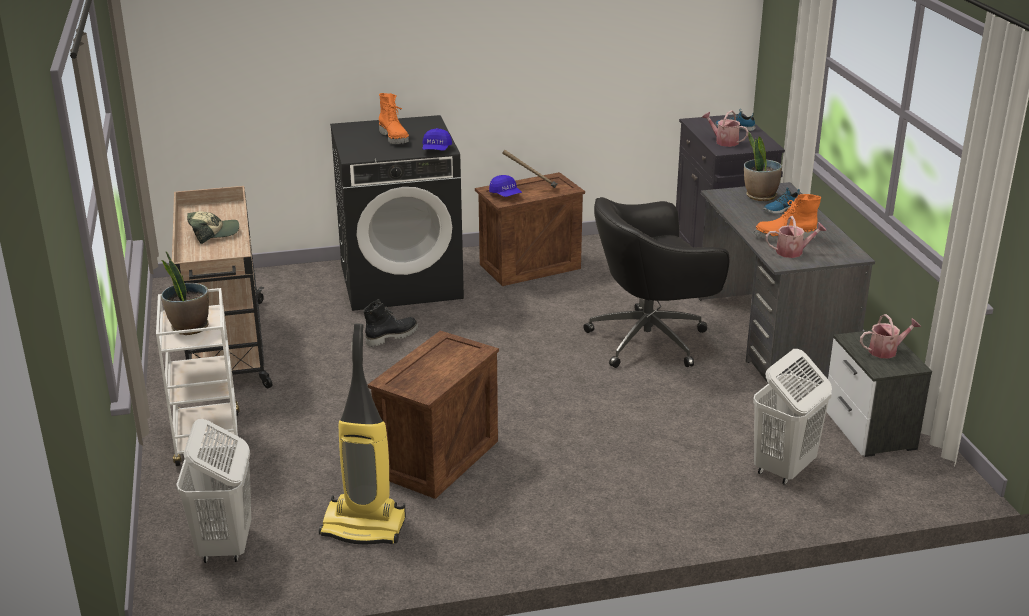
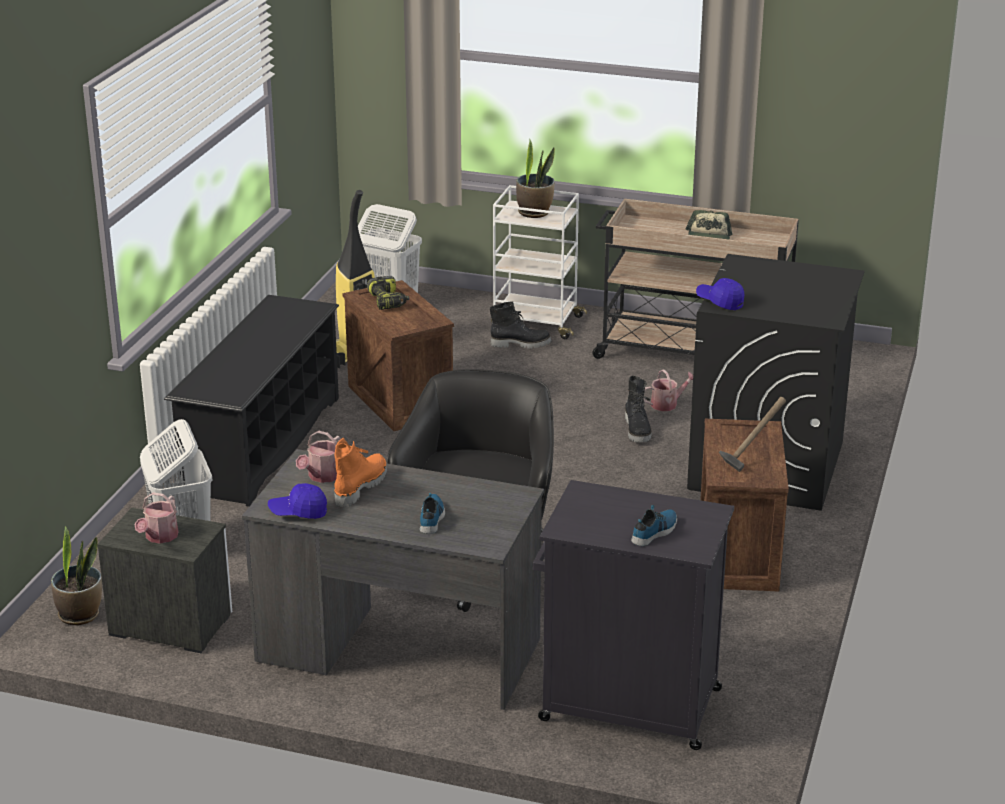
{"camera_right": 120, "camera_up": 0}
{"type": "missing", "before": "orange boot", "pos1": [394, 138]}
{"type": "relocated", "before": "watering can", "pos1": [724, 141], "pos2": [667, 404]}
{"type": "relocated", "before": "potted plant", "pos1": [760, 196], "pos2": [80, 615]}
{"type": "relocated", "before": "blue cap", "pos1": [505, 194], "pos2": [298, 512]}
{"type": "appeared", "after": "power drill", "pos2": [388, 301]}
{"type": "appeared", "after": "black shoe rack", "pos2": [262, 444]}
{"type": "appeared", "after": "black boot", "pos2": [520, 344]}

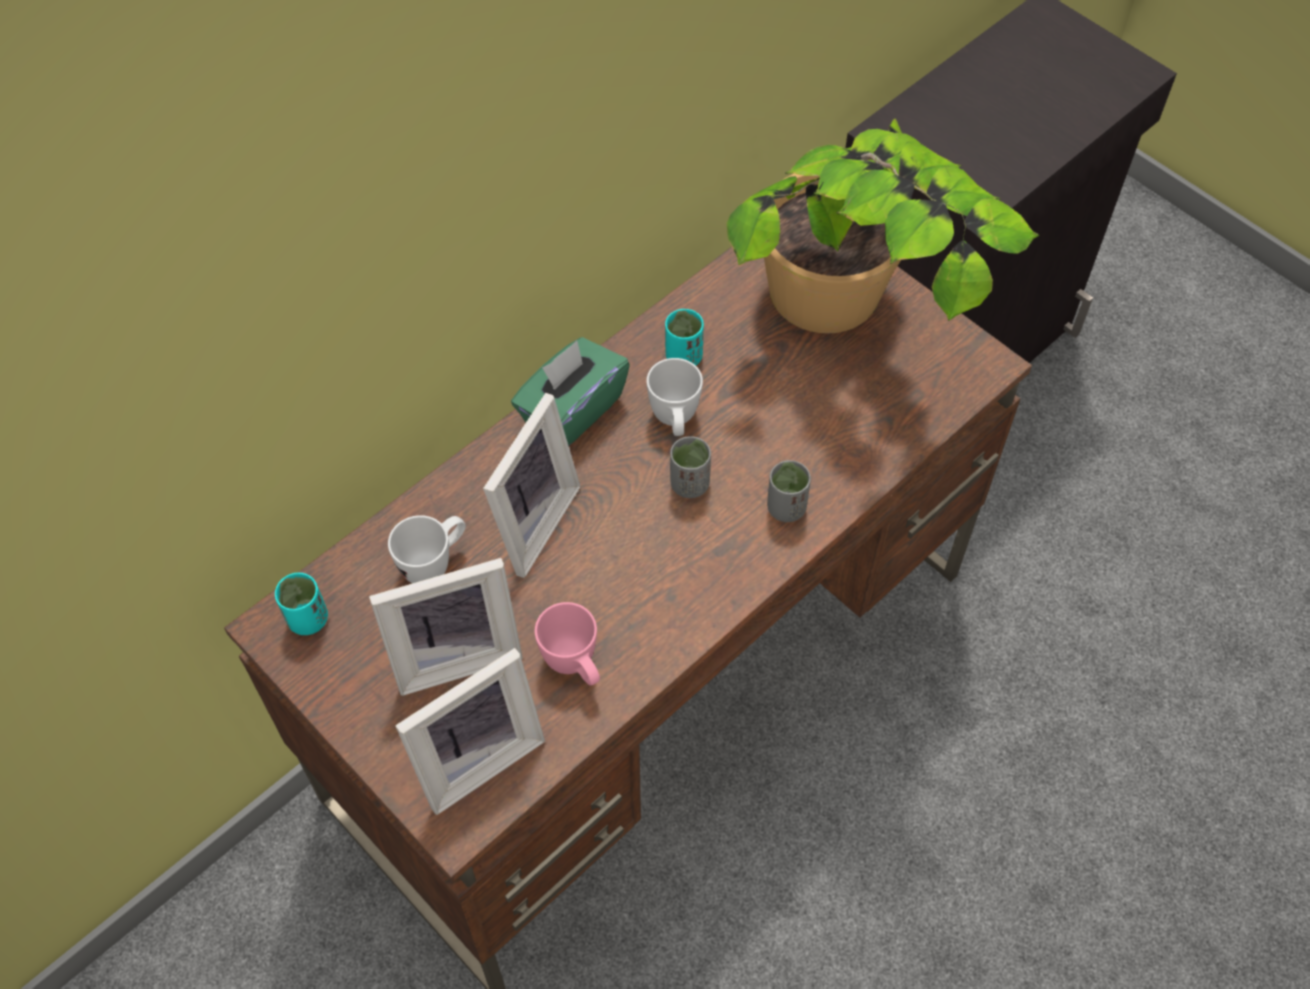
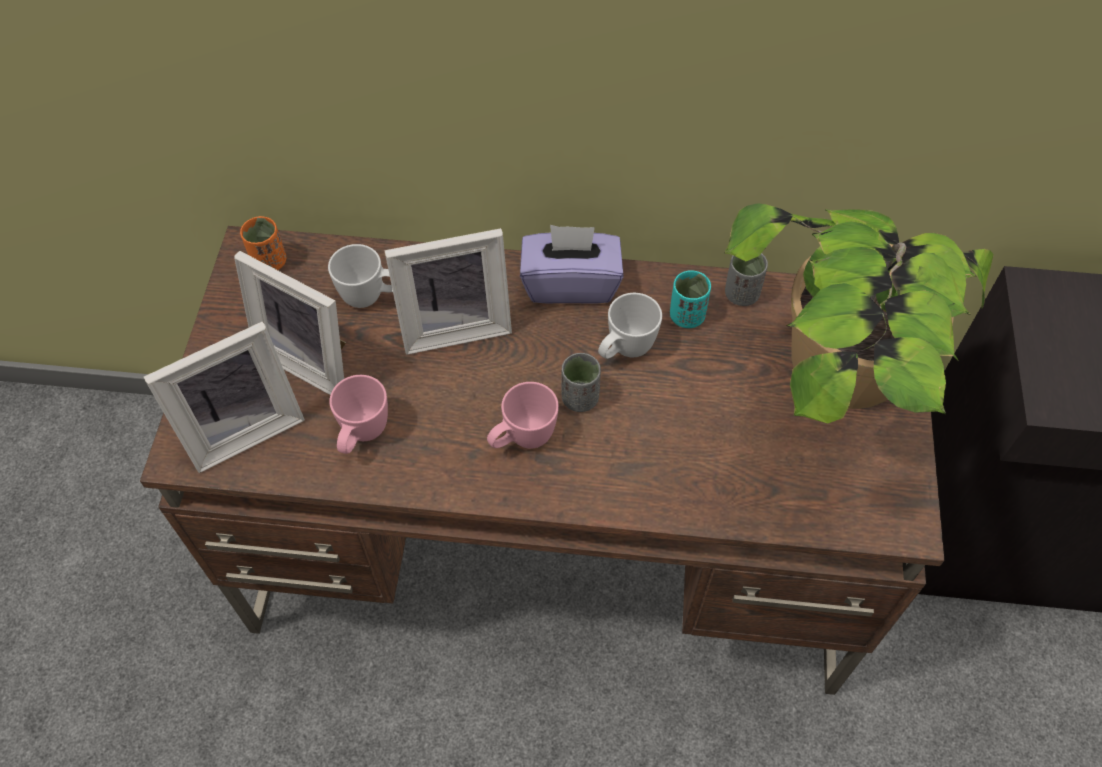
{"camera_right": 50, "camera_up": 0}
{"type": "colour", "before": "green tissue box", "after": "purple tissue box", "pos1": [571, 410], "pos2": [570, 283]}
{"type": "relocated", "before": "grey cup", "pos1": [786, 507], "pos2": [741, 294]}
{"type": "colour", "before": "turquoise cup", "after": "orange cup", "pos1": [308, 619], "pos2": [269, 262]}
{"type": "spun", "before": "picture frame", "pos1": [475, 756], "pos2": [242, 427], "turn": -45}
{"type": "appeared", "after": "pink mug", "pos2": [522, 440]}

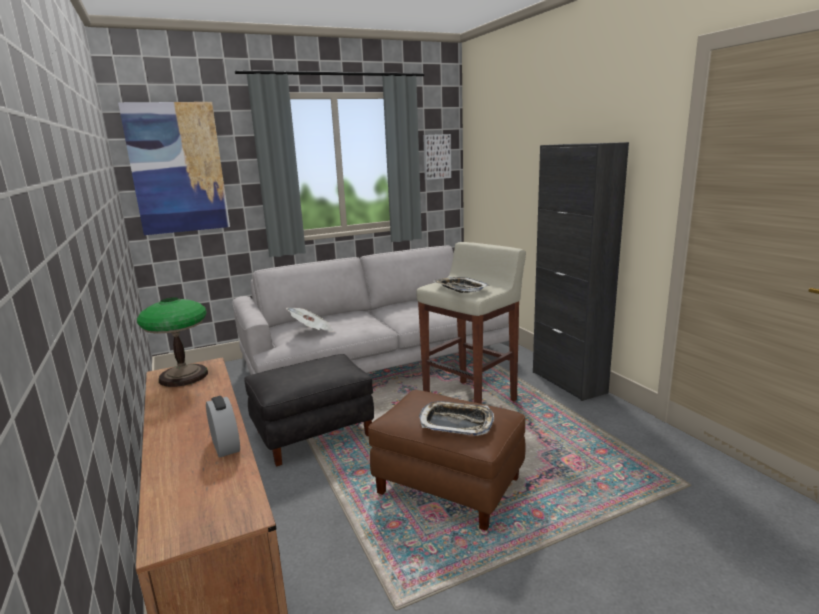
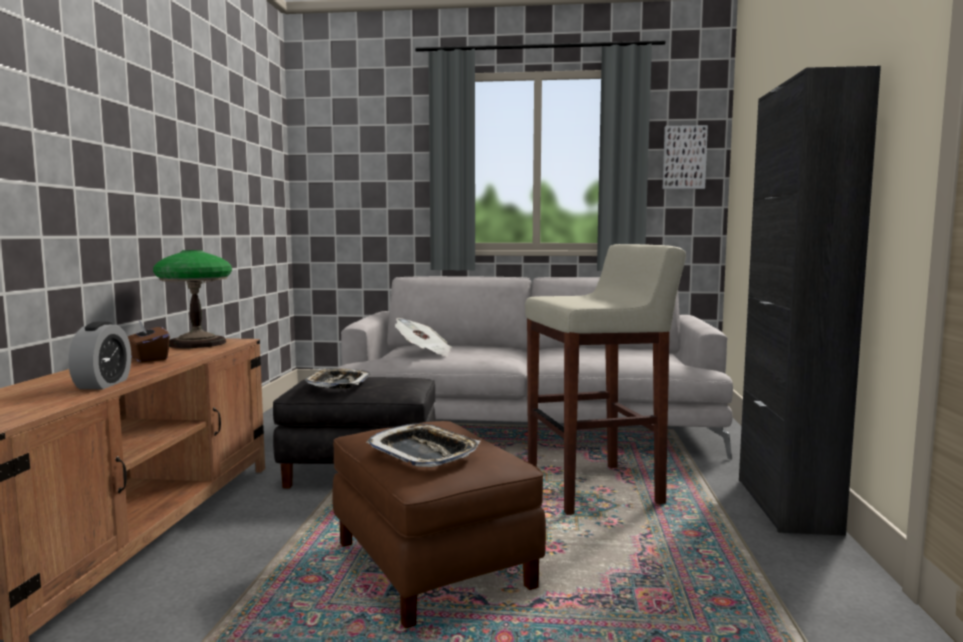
{"camera_right": 30, "camera_up": -10}
{"type": "missing", "before": "picture", "pos1": [177, 168]}
{"type": "relocated", "before": "tray", "pos1": [460, 289], "pos2": [338, 384]}
{"type": "appeared", "after": "brown tissue box", "pos2": [147, 359]}

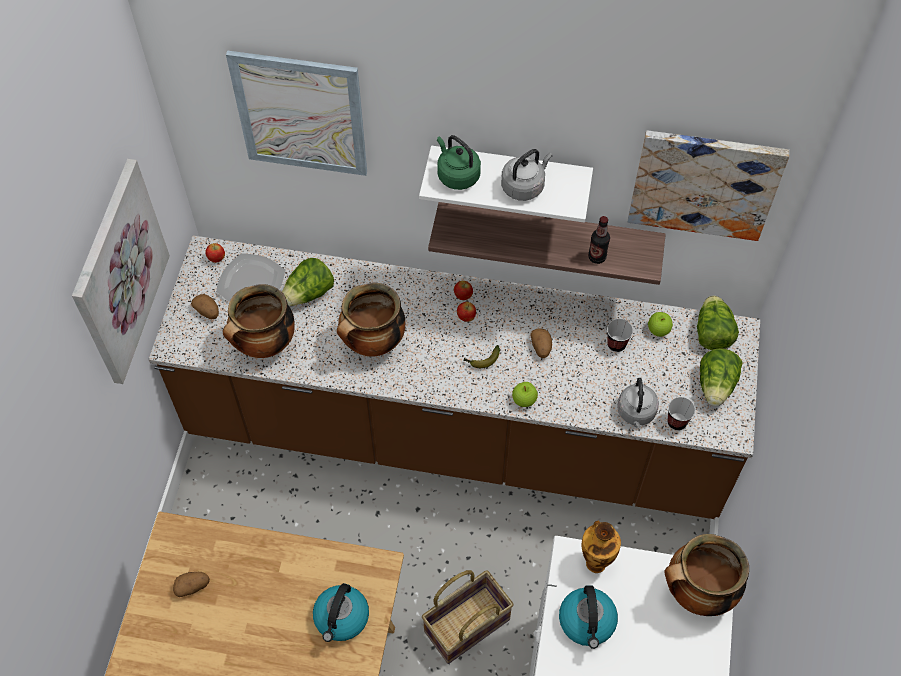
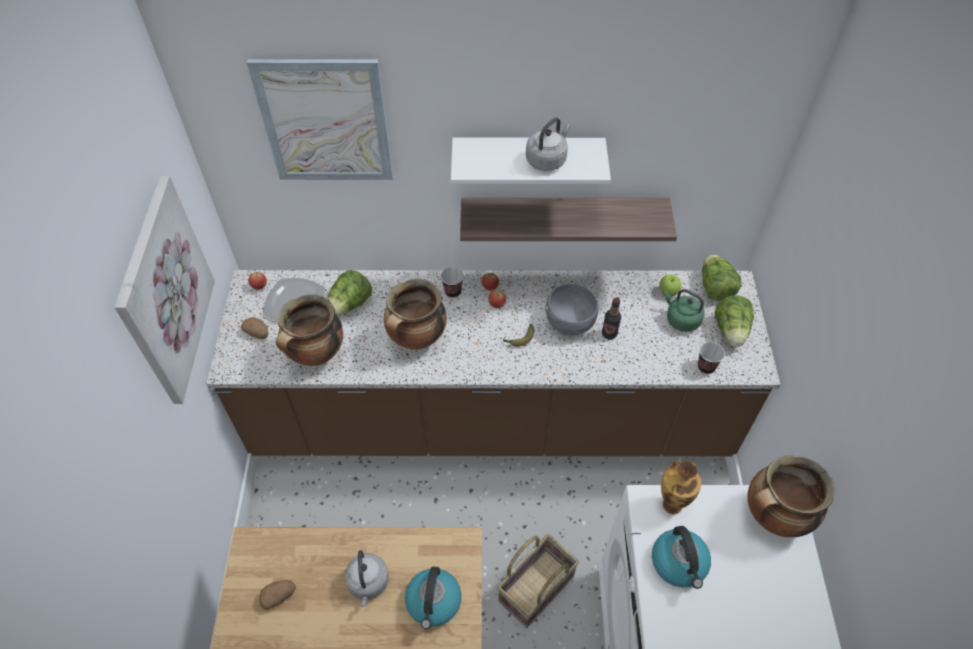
{"camera_right": -10, "camera_up": -5}
{"type": "missing", "before": "picture", "pos1": [704, 183]}
{"type": "relocated", "before": "green kettle", "pos1": [457, 175], "pos2": [681, 319]}
{"type": "relocated", "before": "bottle", "pos1": [597, 257], "pos2": [609, 334]}
{"type": "relocated", "before": "cup", "pos1": [616, 344], "pos2": [453, 291]}
{"type": "exchanged", "before": "potato", "after": "grey bowl", "pos1": [541, 348], "pos2": [569, 321]}
{"type": "relocated", "before": "grey kettle", "pos1": [636, 413], "pos2": [368, 583]}
{"type": "missing", "before": "apple", "pos1": [524, 400]}

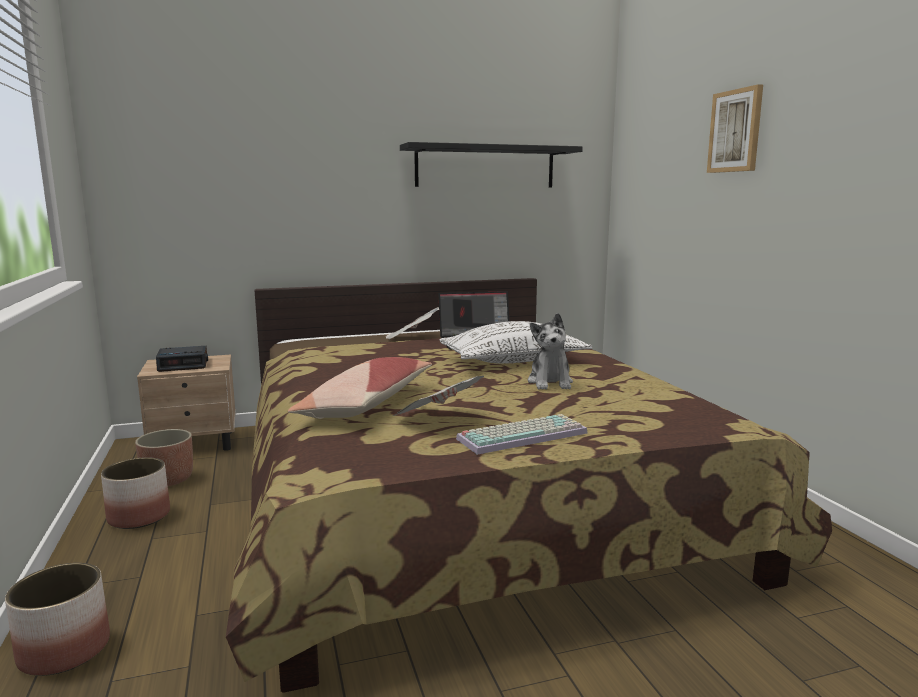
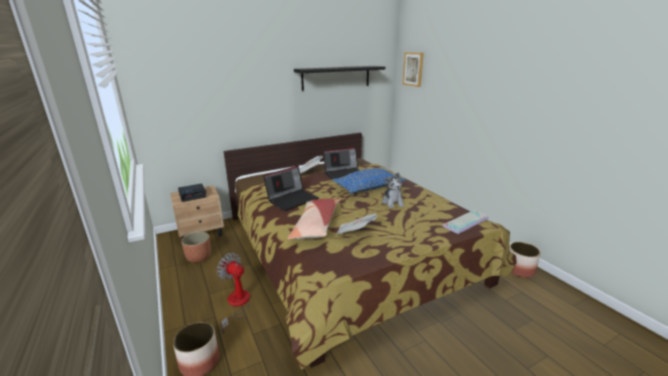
{"camera_right": -10, "camera_up": 10}
{"type": "relocated", "before": "picture", "pos1": [735, 131], "pos2": [413, 69]}
{"type": "colour", "before": "white pillow", "after": "blue pillow", "pos1": [513, 361], "pos2": [368, 188]}
{"type": "relocated", "before": "keyboard", "pos1": [522, 435], "pos2": [465, 221]}
{"type": "relocated", "before": "planter", "pos1": [139, 517], "pos2": [519, 270]}
{"type": "appeared", "after": "laptop", "pos2": [292, 199]}
{"type": "appeared", "after": "fan", "pos2": [237, 304]}

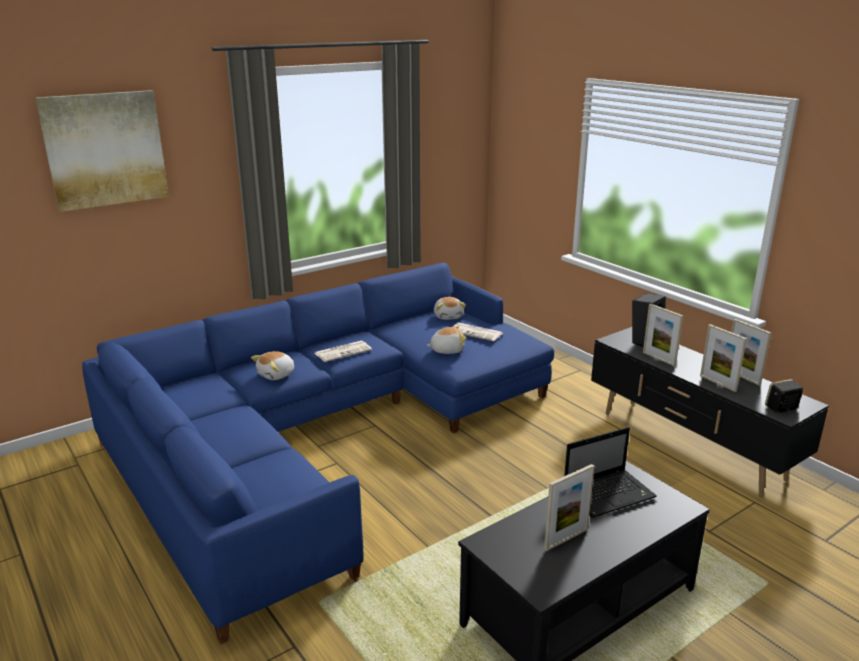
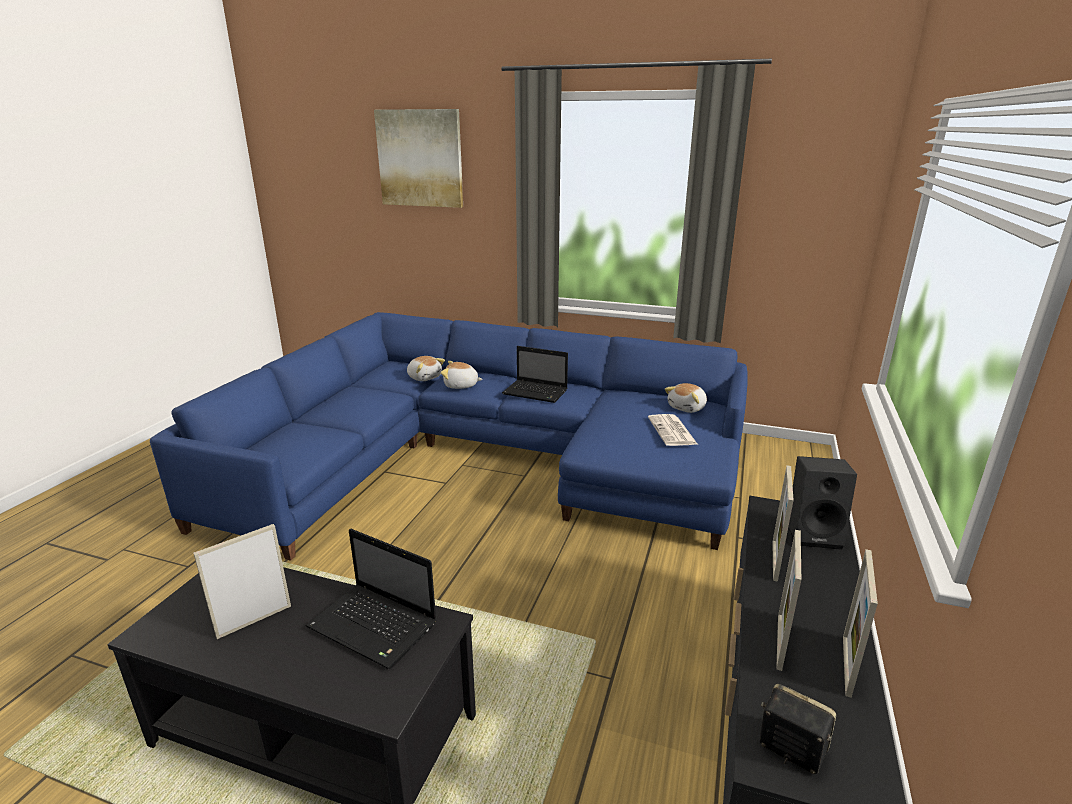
{"camera_right": 55, "camera_up": 0}
{"type": "relocated", "before": "plush toy", "pos1": [447, 350], "pos2": [424, 377]}
{"type": "exchanged", "before": "newspaper", "after": "laptop", "pos1": [343, 351], "pos2": [536, 392]}
{"type": "spun", "before": "picture frame", "pos1": [566, 539], "pos2": [254, 621], "turn": 120}

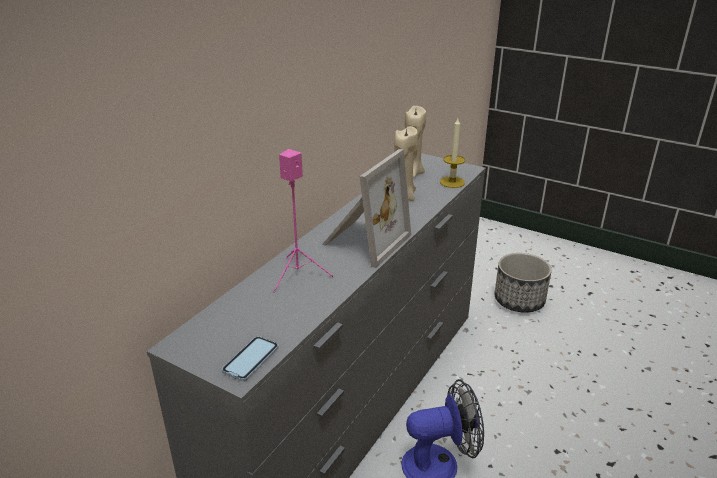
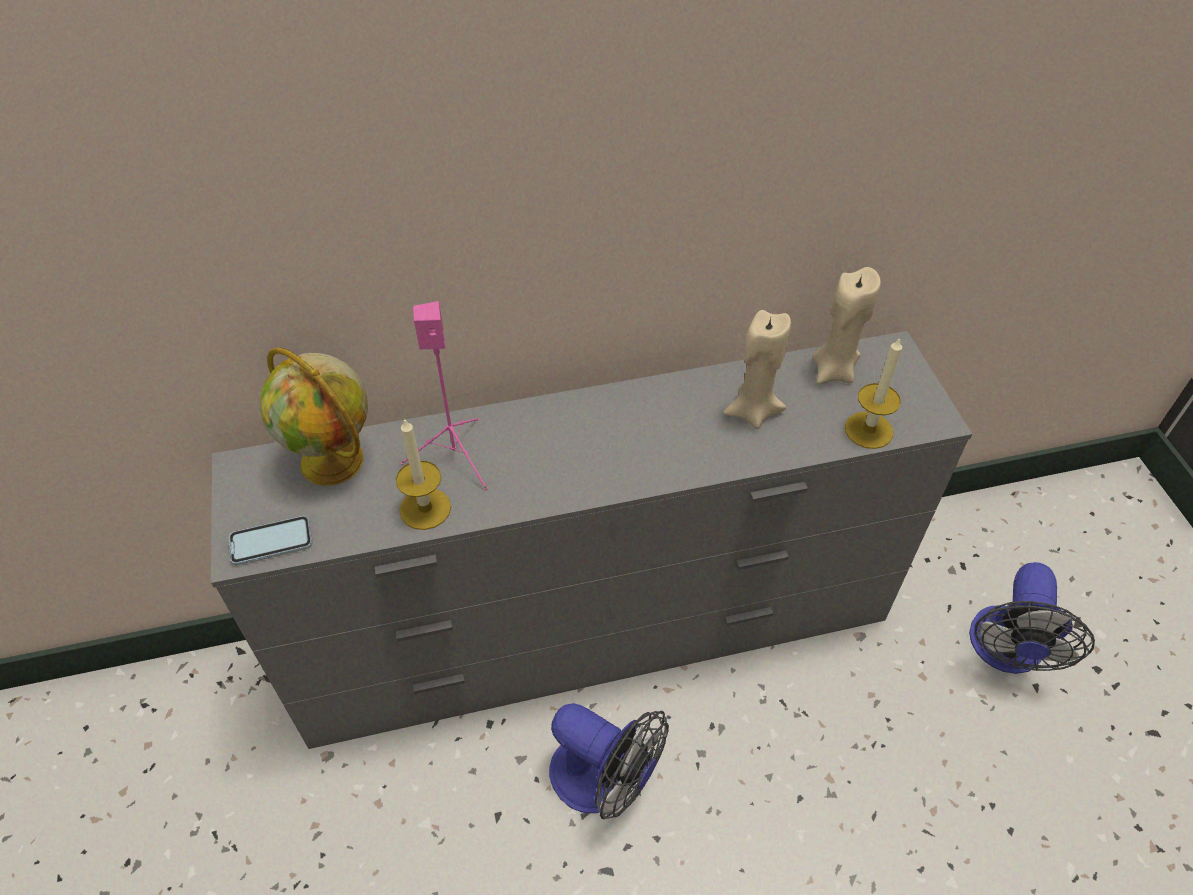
{"camera_right": 45, "camera_up": 20}
{"type": "missing", "before": "picture frame", "pos1": [363, 241]}
{"type": "exchanged", "before": "planter", "after": "fan", "pos1": [519, 300], "pos2": [1006, 652]}
{"type": "appeared", "after": "globe", "pos2": [334, 461]}
{"type": "appeared", "after": "candle", "pos2": [425, 508]}

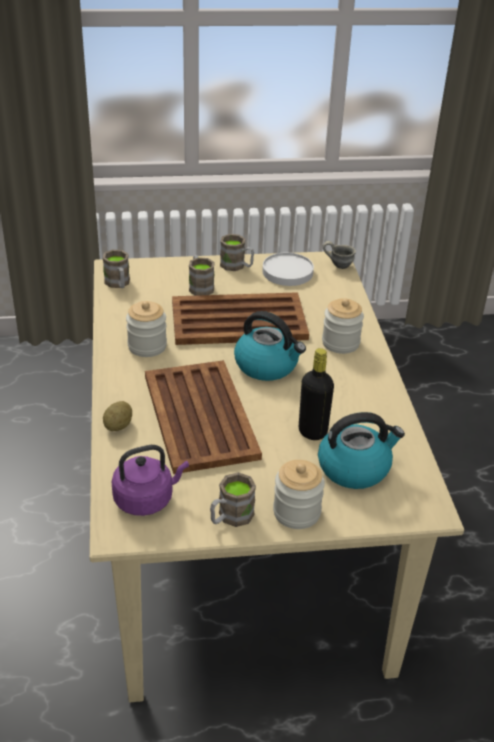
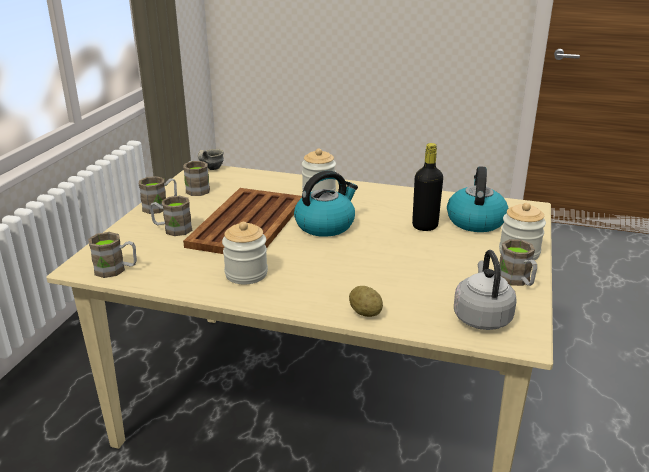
{"camera_right": -65, "camera_up": -10}
{"type": "exchanged", "before": "white plate", "after": "brown mug", "pos1": [287, 272], "pos2": [196, 189]}
{"type": "missing", "before": "brown tray", "pos1": [200, 417]}
{"type": "colour", "before": "purple kettle", "after": "grey kettle", "pos1": [146, 499], "pos2": [481, 316]}

